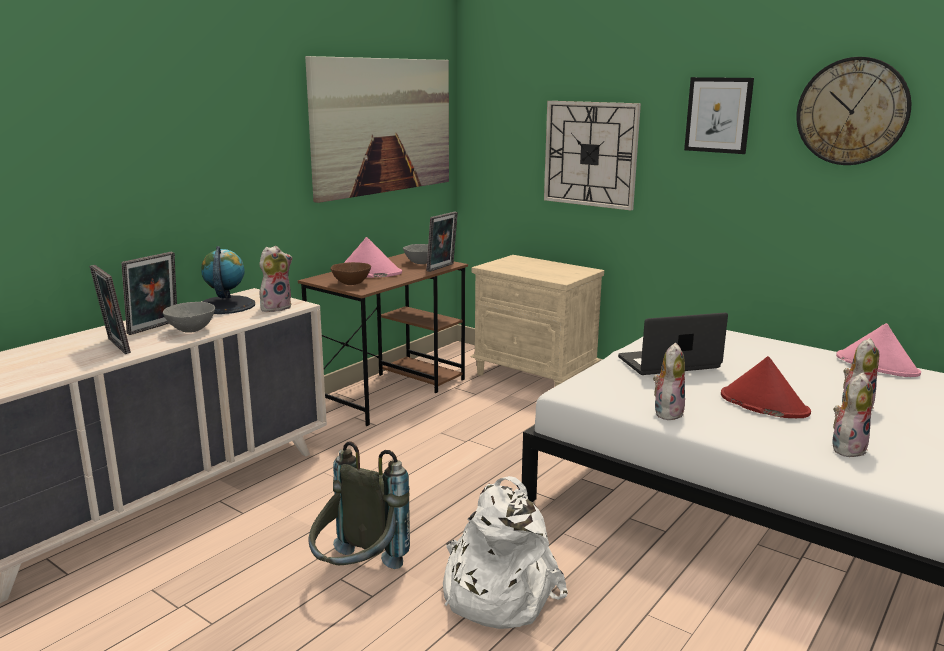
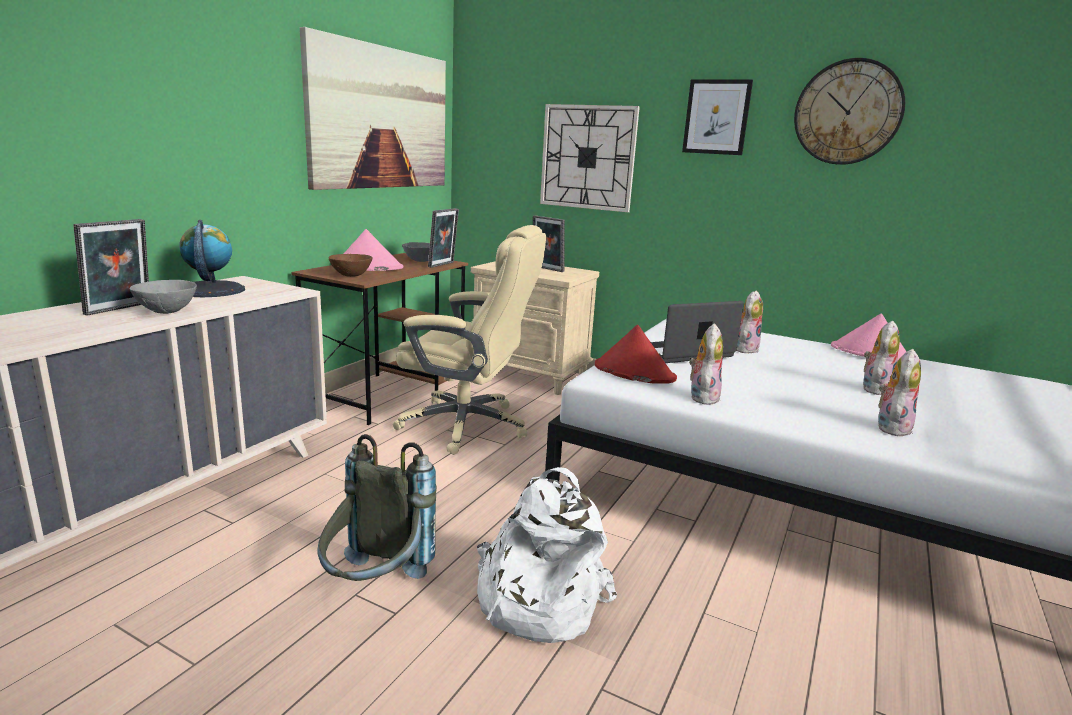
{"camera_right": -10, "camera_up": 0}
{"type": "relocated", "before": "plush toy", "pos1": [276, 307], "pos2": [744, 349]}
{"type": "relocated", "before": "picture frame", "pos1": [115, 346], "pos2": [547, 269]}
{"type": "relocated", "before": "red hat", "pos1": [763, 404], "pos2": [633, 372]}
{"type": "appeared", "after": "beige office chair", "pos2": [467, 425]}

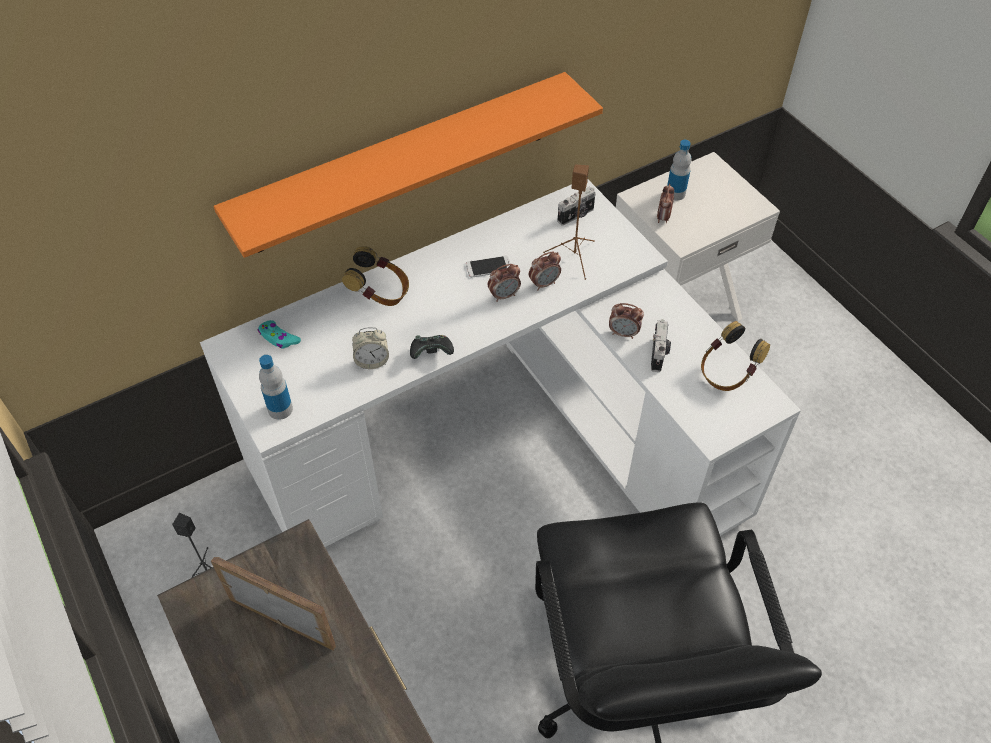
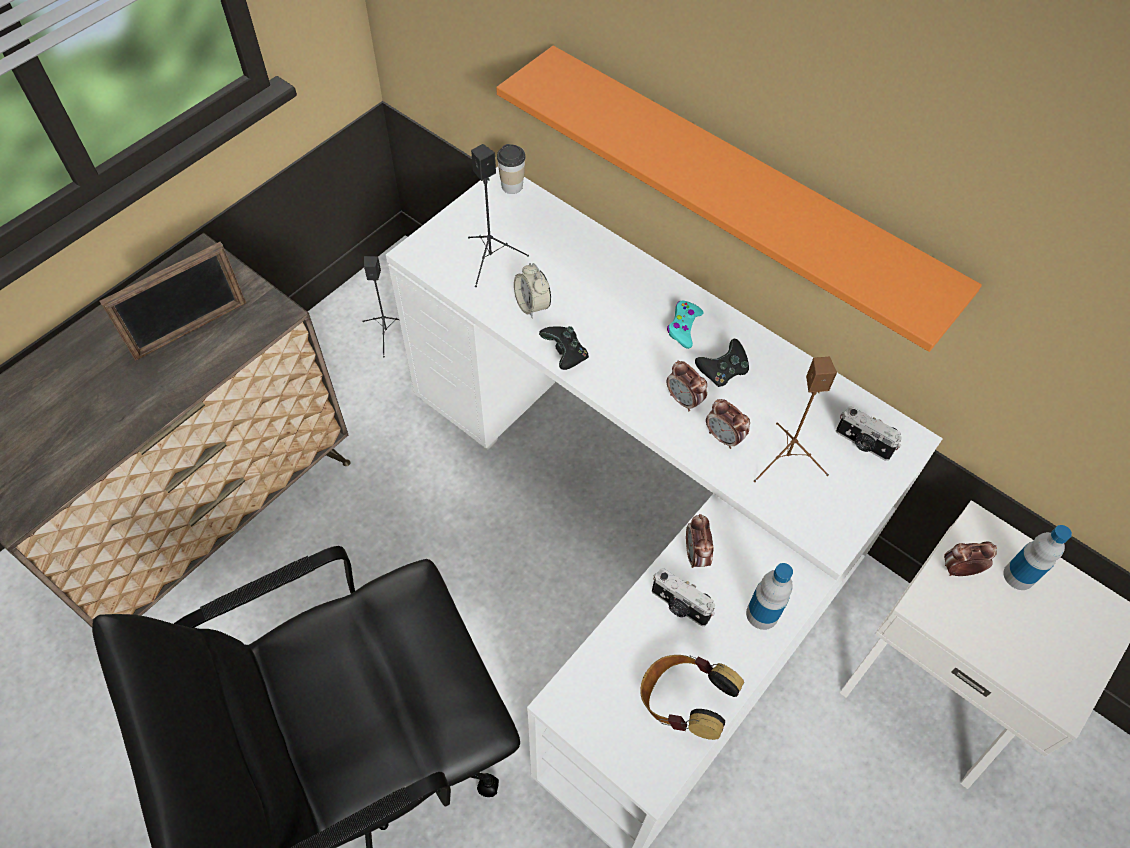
{"camera_right": 70, "camera_up": 5}
{"type": "missing", "before": "headphones", "pos1": [380, 293]}
{"type": "exchanged", "before": "phone", "after": "black game controller", "pos1": [488, 267], "pos2": [722, 372]}
{"type": "spun", "before": "photo camera", "pos1": [659, 354], "pos2": [679, 606], "turn": 45}
{"type": "relocated", "before": "turquoise game controller", "pos1": [278, 338], "pos2": [683, 327]}
{"type": "relocated", "before": "bottle", "pos1": [280, 409], "pos2": [762, 614]}
{"type": "spun", "before": "picture frame", "pos1": [282, 622], "pos2": [191, 330], "turn": 45}
{"type": "appeared", "after": "black speaker", "pos2": [491, 259]}
{"type": "appeared", "after": "cup", "pos2": [512, 186]}

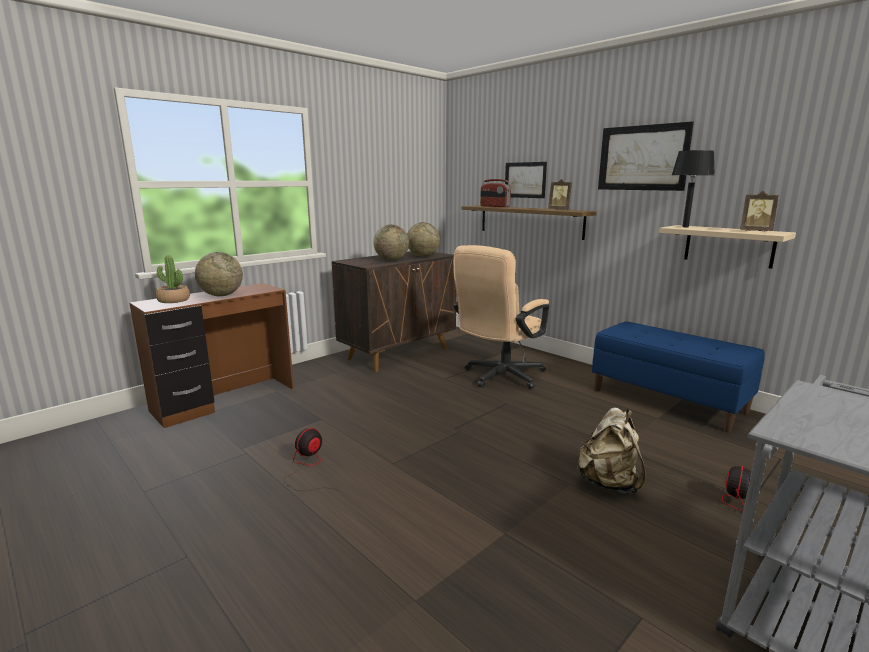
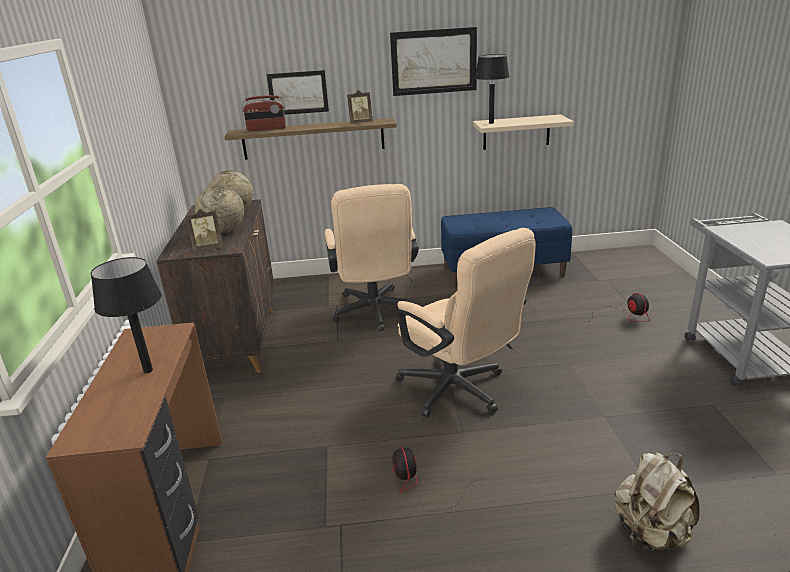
{"camera_right": -50, "camera_up": 10}
{"type": "relocated", "before": "picture frame", "pos1": [755, 231], "pos2": [208, 247]}
{"type": "exchanged", "before": "globe", "after": "black table lamp", "pos1": [221, 295], "pos2": [147, 370]}
{"type": "missing", "before": "potted plant", "pos1": [173, 300]}
{"type": "relocated", "before": "beige backpack", "pos1": [609, 483], "pos2": [651, 534]}
{"type": "appeared", "after": "beige office chair", "pos2": [459, 392]}

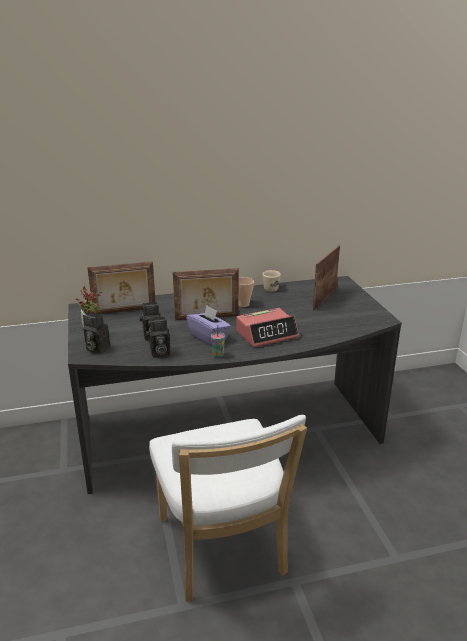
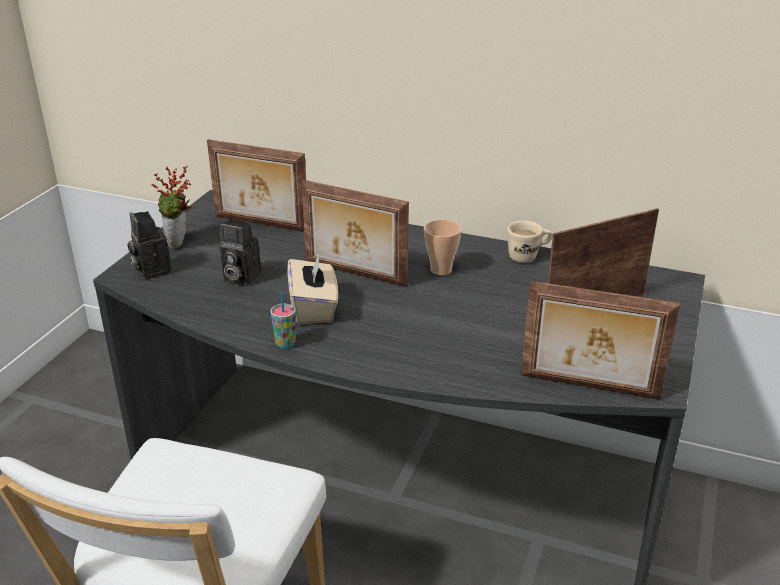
{"camera_right": 35, "camera_up": 5}
{"type": "colour", "before": "purple tissue box", "after": "beige tissue box", "pos1": [209, 337], "pos2": [314, 308]}
{"type": "missing", "before": "alarm clock", "pos1": [267, 334]}
{"type": "missing", "before": "photo camera", "pos1": [159, 353]}
{"type": "appeared", "after": "picture frame", "pos2": [589, 388]}

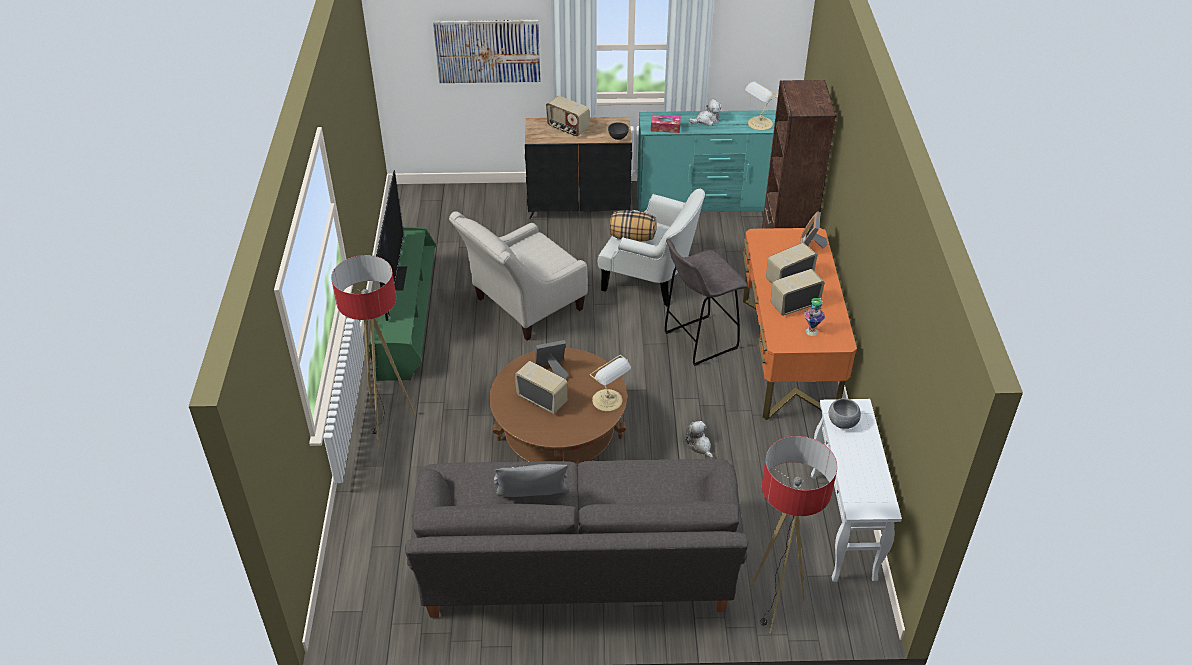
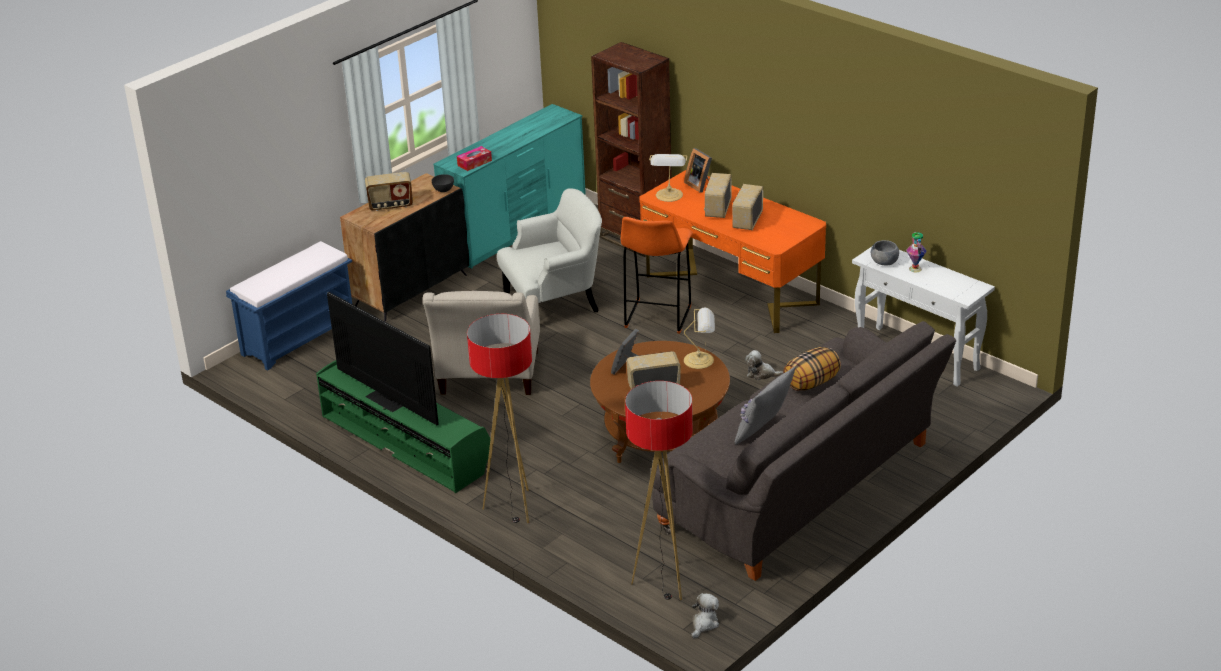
{"camera_right": -45, "camera_up": -10}
{"type": "missing", "before": "picture", "pos1": [487, 51]}
{"type": "relocated", "before": "table lamp", "pos1": [759, 124], "pos2": [669, 195]}
{"type": "relocated", "before": "plush toy", "pos1": [706, 120], "pos2": [704, 624]}
{"type": "relocated", "before": "pillow", "pos1": [632, 237], "pos2": [811, 383]}
{"type": "colour", "before": "grey stool", "after": "orange stool", "pos1": [698, 341], "pos2": [657, 318]}
{"type": "relocated", "before": "vase", "pos1": [812, 331], "pos2": [915, 269]}
{"type": "relocated", "before": "floor lamp", "pos1": [774, 607], "pos2": [663, 582]}
{"type": "appeared", "after": "blue bench", "pos2": [299, 337]}

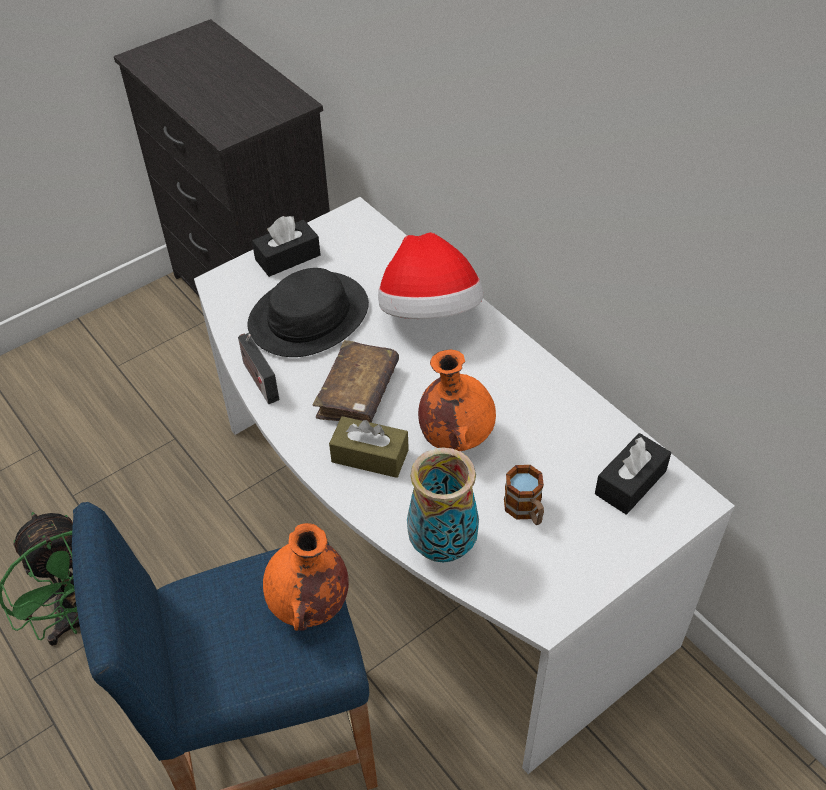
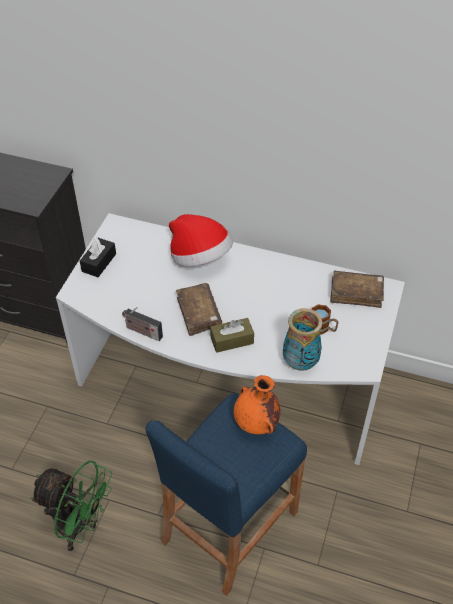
{"camera_right": -35, "camera_up": 0}
{"type": "missing", "before": "black hat", "pos1": [309, 316]}
{"type": "missing", "before": "orange vase", "pos1": [455, 436]}
{"type": "exchanged", "before": "black tissue box", "after": "brown book", "pos1": [630, 482], "pos2": [356, 293]}

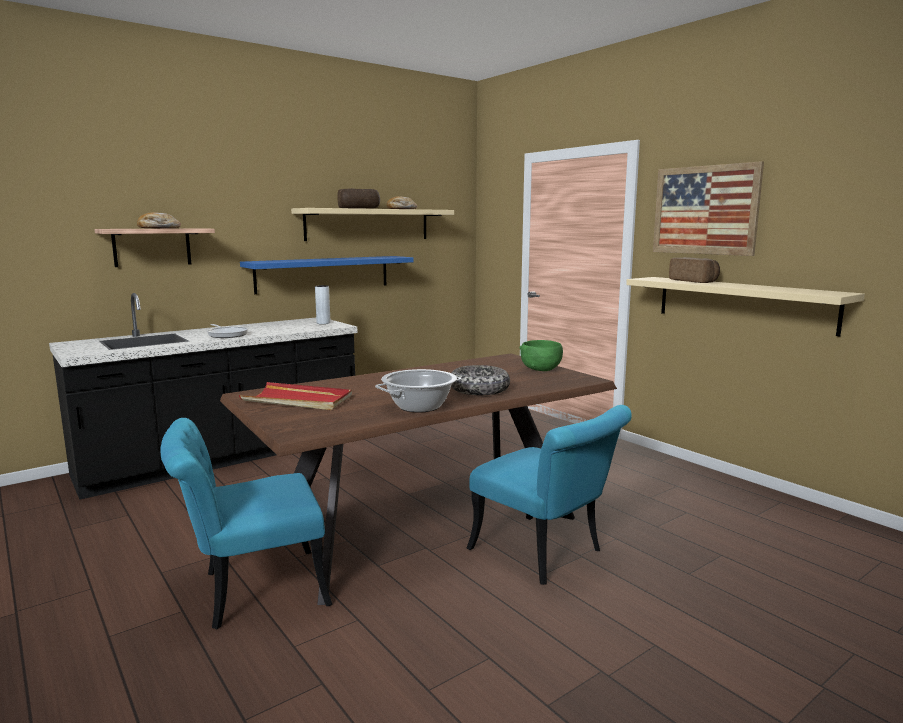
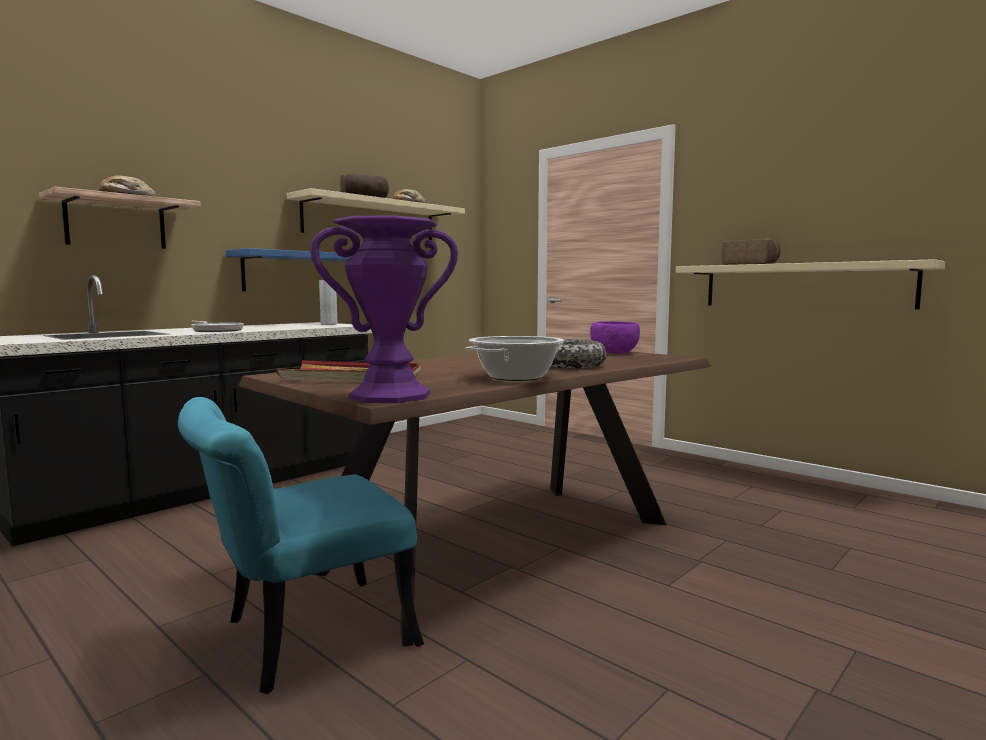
{"camera_right": -10, "camera_up": -5}
{"type": "missing", "before": "picture", "pos1": [704, 210]}
{"type": "colour", "before": "green bowl", "after": "purple bowl", "pos1": [540, 369], "pos2": [614, 353]}
{"type": "missing", "before": "turquoise chair", "pos1": [546, 554]}
{"type": "appeared", "after": "purple vase", "pos2": [390, 396]}

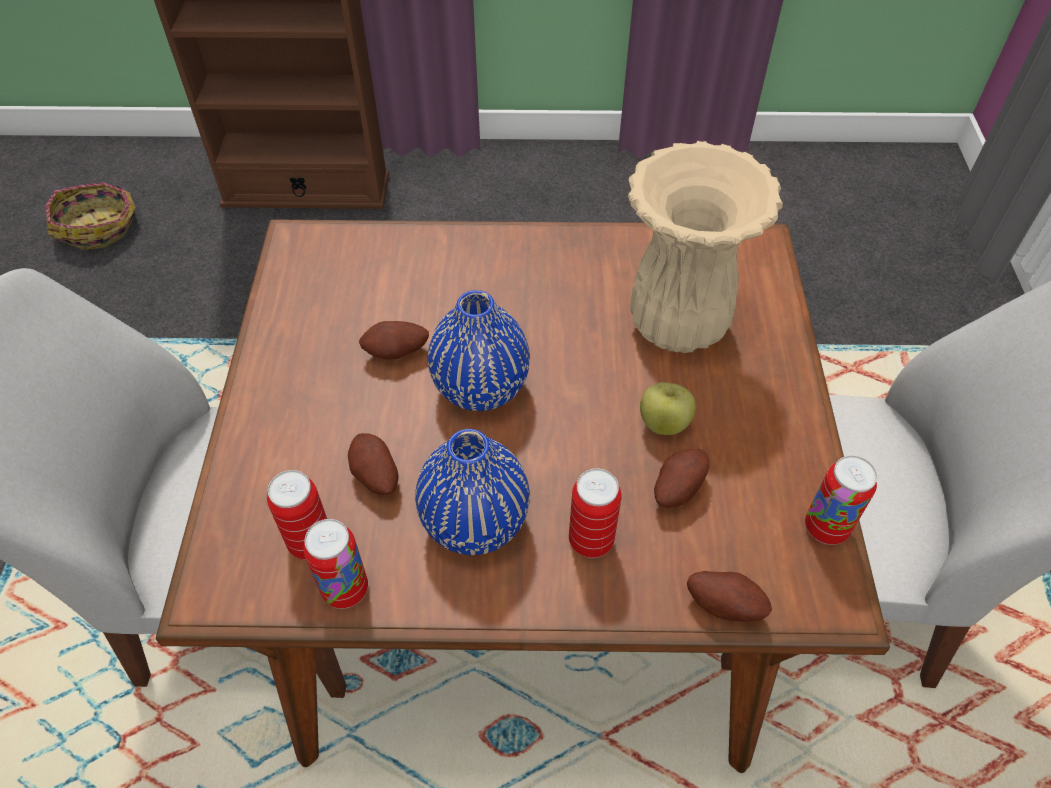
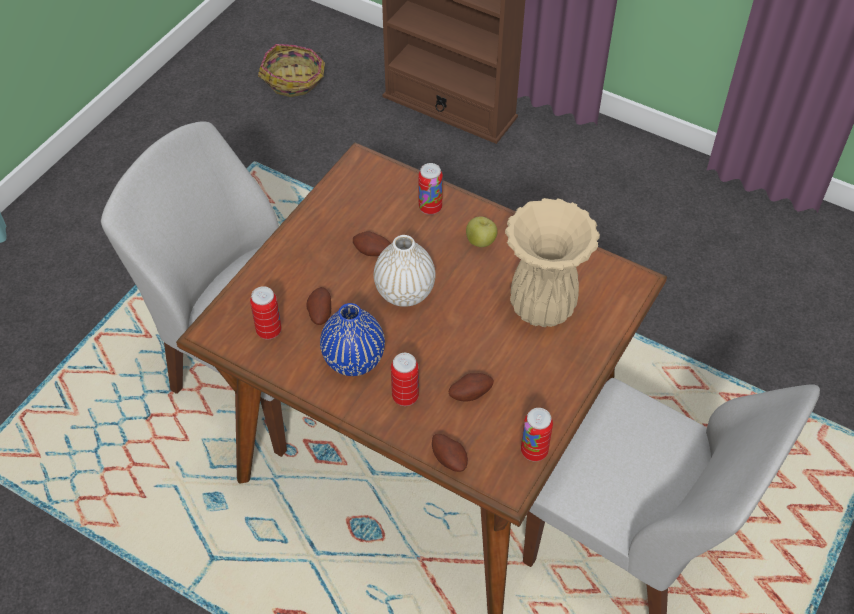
{"camera_right": 30, "camera_up": 0}
{"type": "colour", "before": "blue vase", "after": "white vase", "pos1": [480, 387], "pos2": [405, 292]}
{"type": "relocated", "before": "apple", "pos1": [664, 423], "pos2": [481, 242]}
{"type": "relocated", "before": "can", "pos1": [345, 589], "pos2": [430, 208]}

